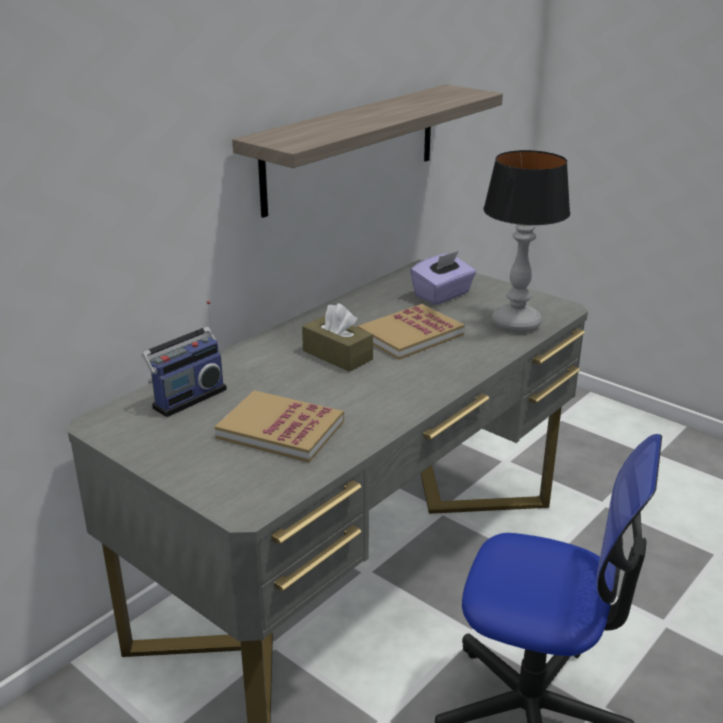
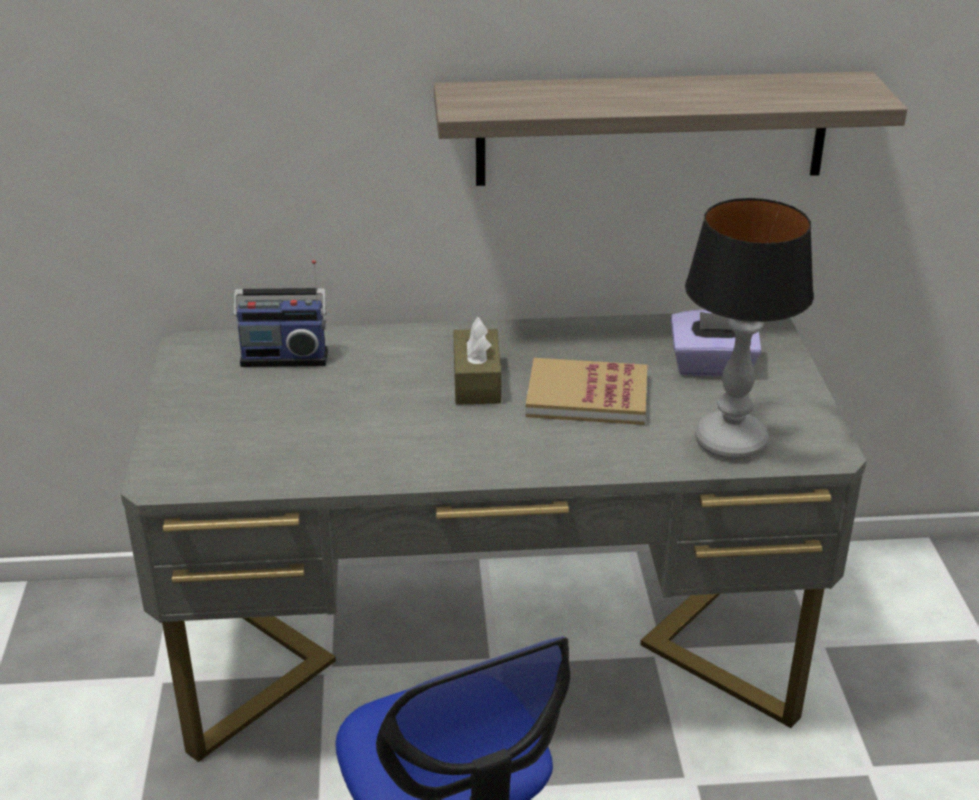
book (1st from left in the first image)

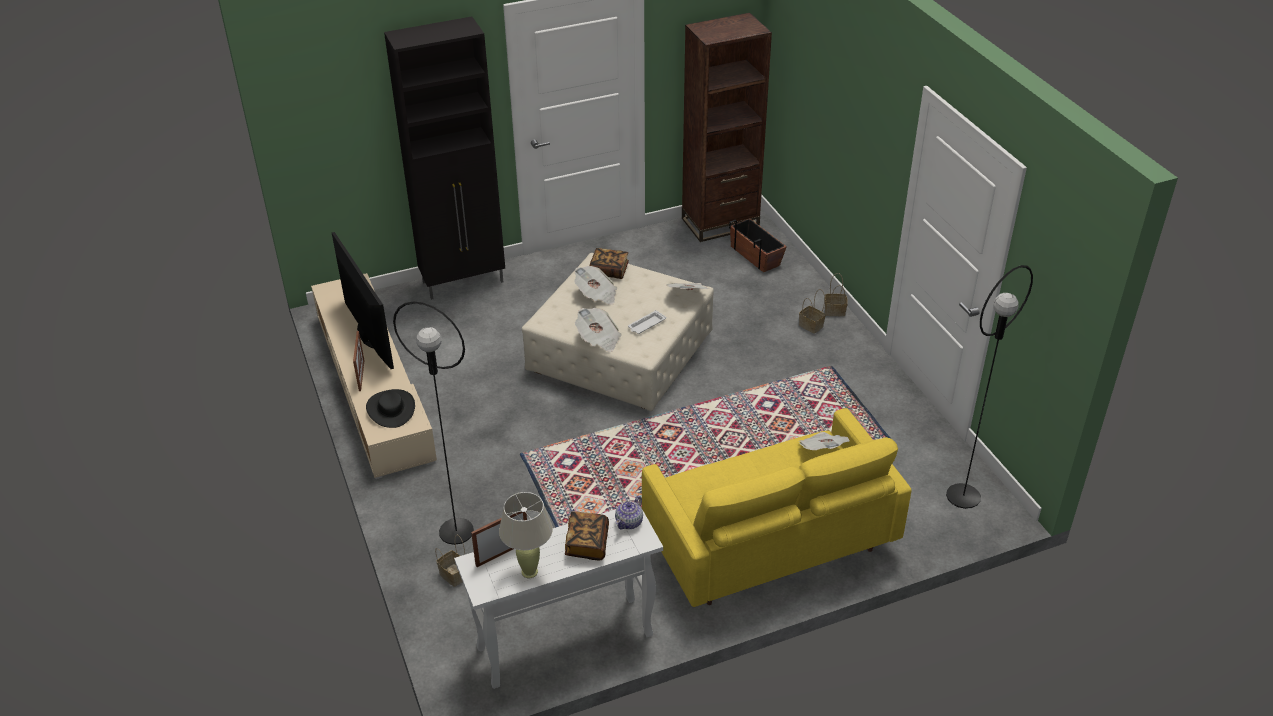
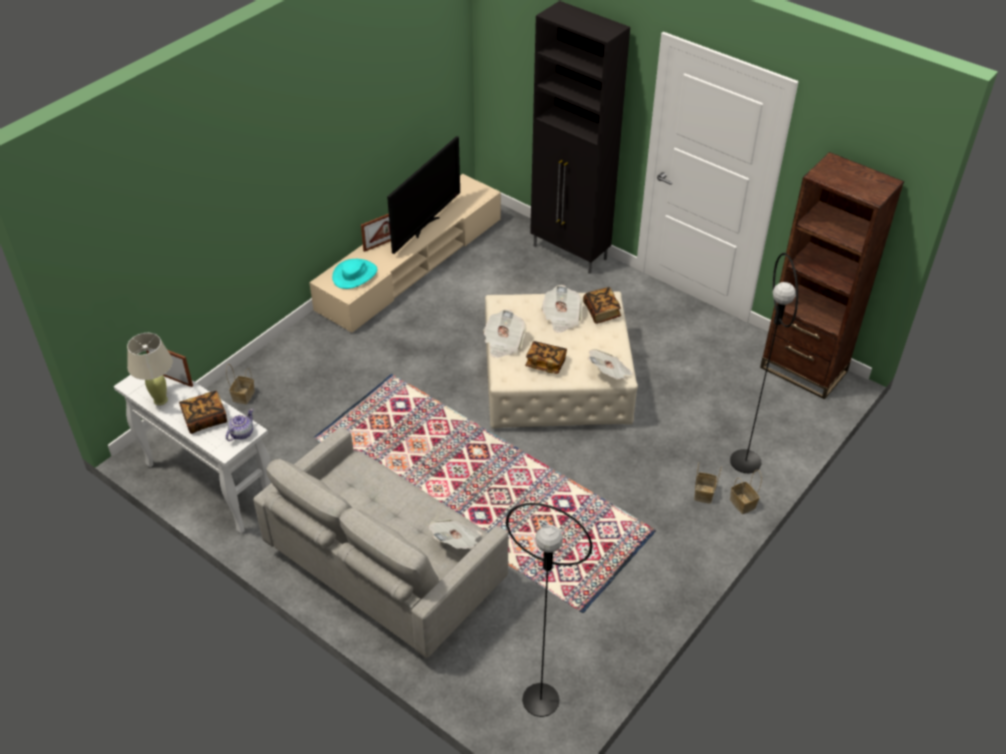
planter; black floor lamp (2nd from left); book (2nd from left); turquoise hat; grey sofa; teapot

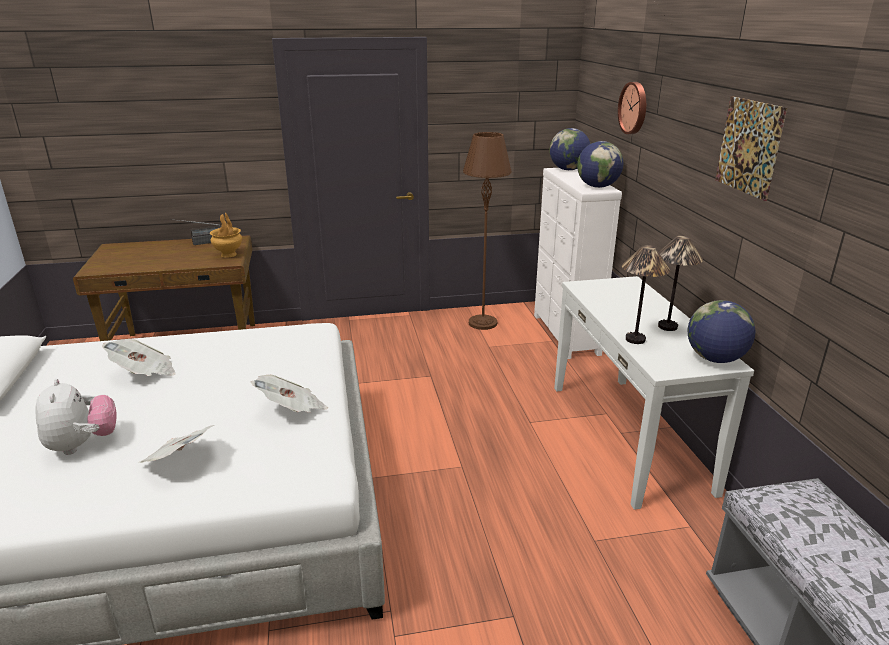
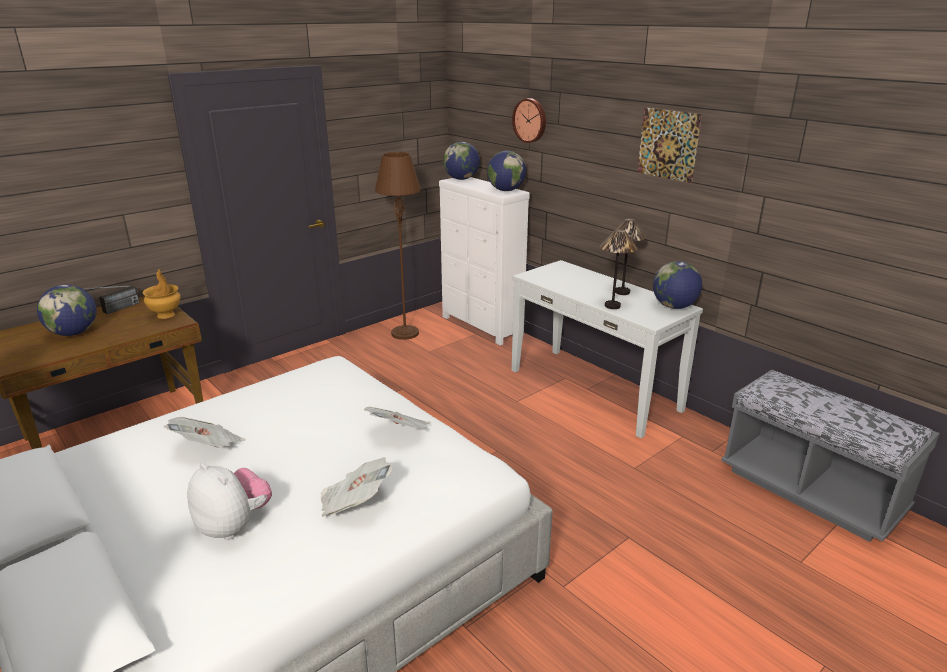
globe (1st from left)

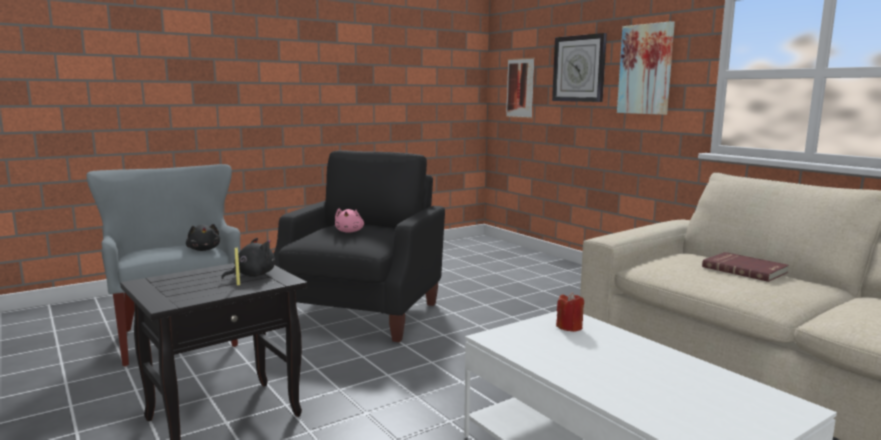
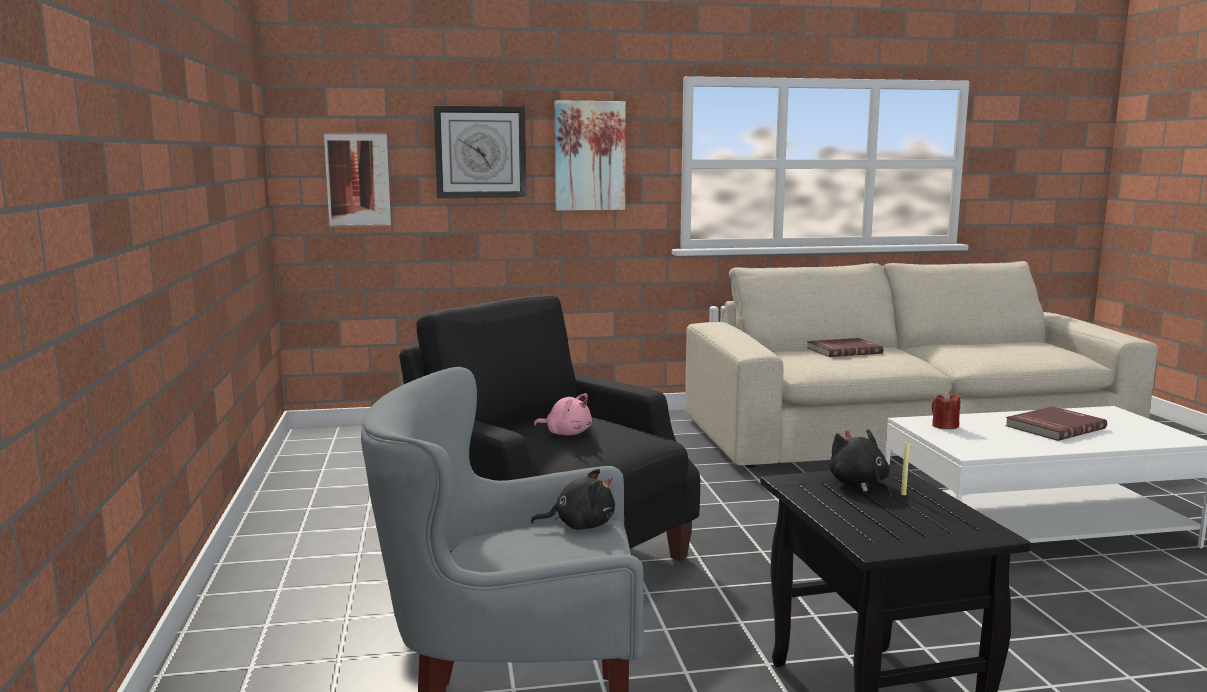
red book (2nd from left)

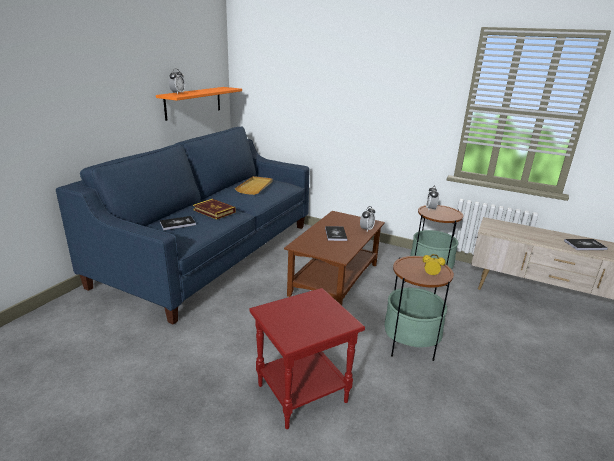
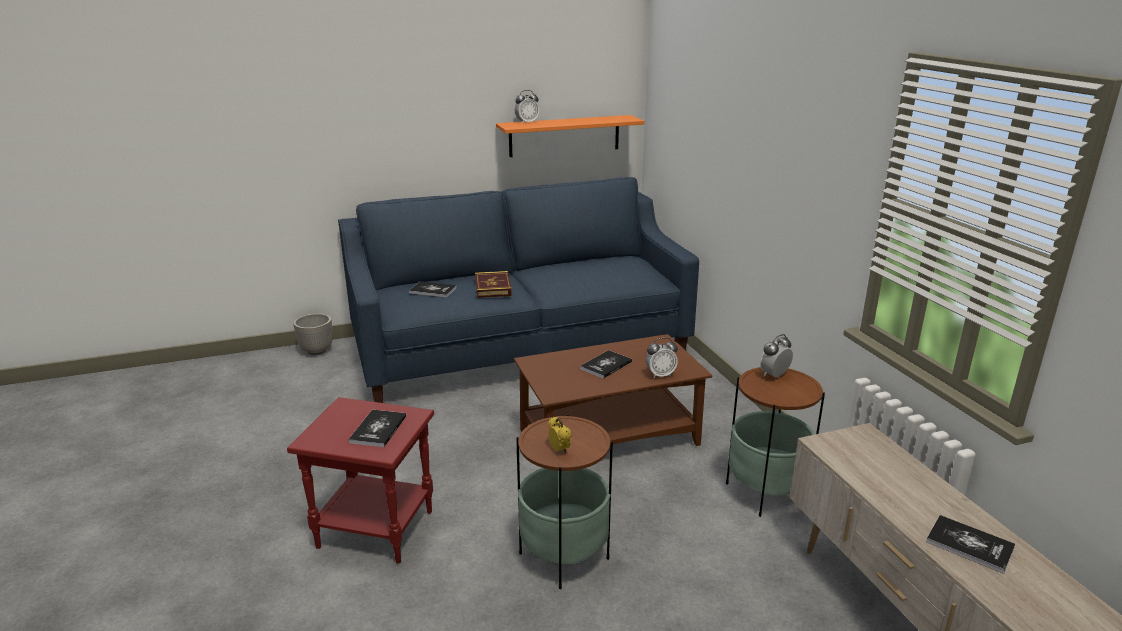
beige tray; planter; book (1st from left)

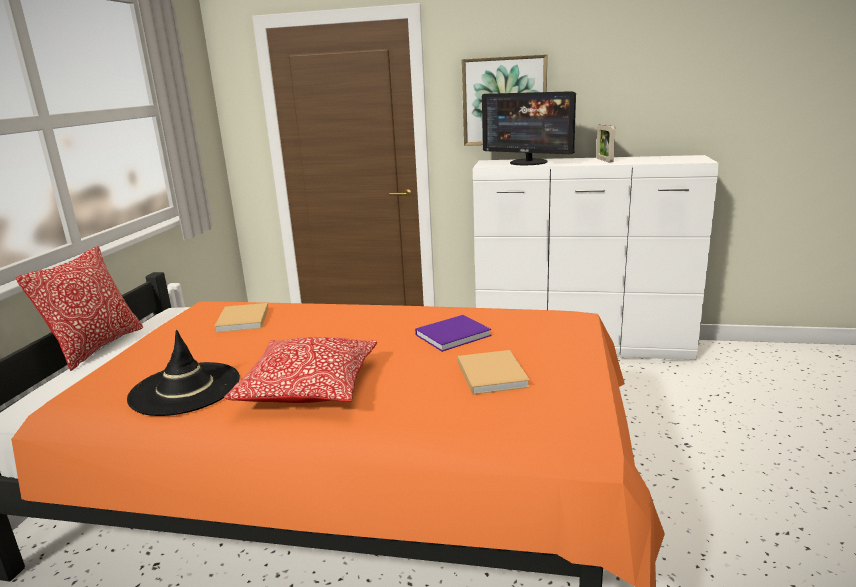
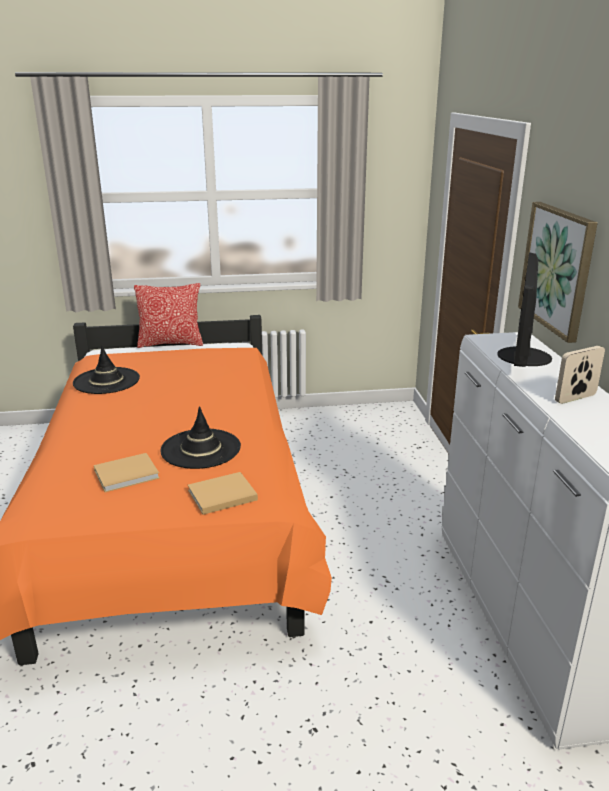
pillow (2nd from left in the first image); beige book (2nd from left); black hat (2nd from left)

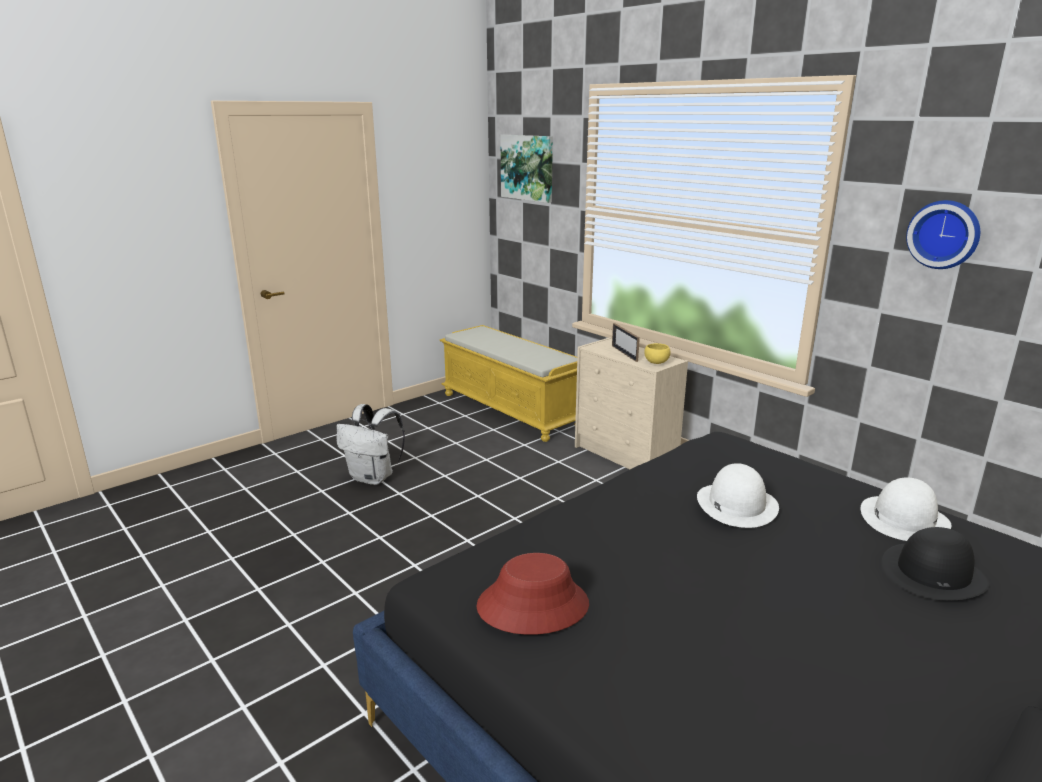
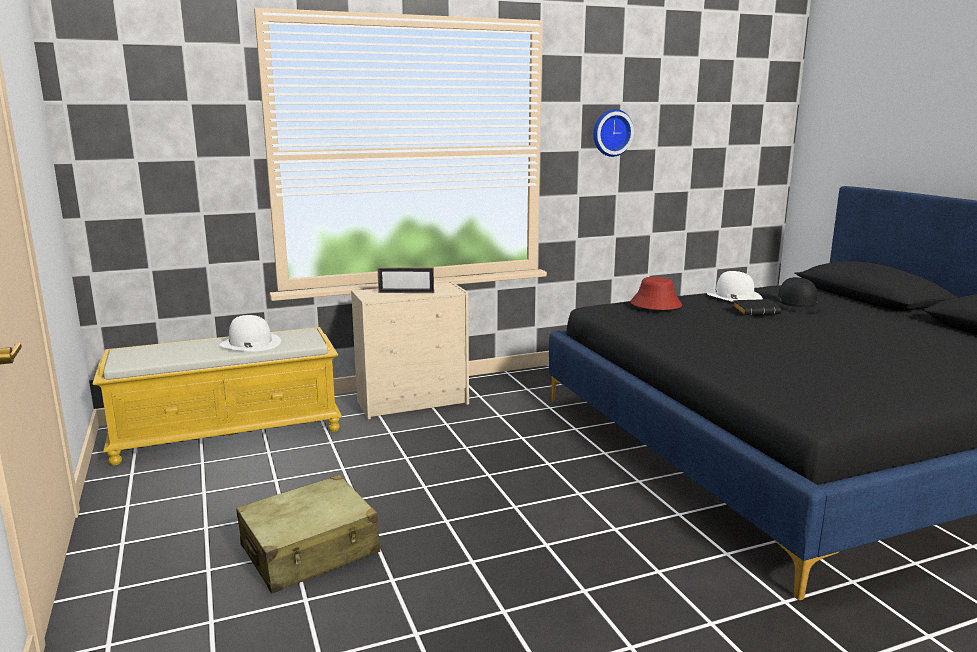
picture; yellow bowl; black book; red hat; white hat (1st from left); beige suitcase

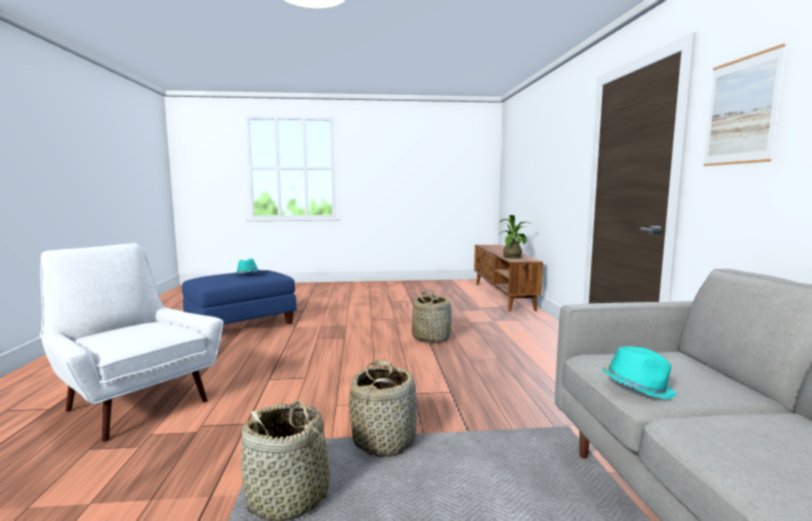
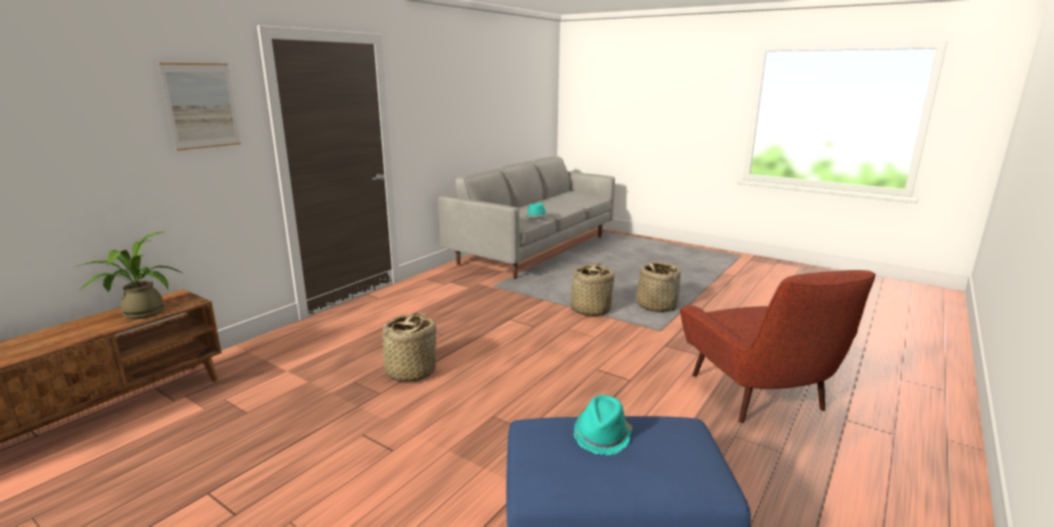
picture; red armchair

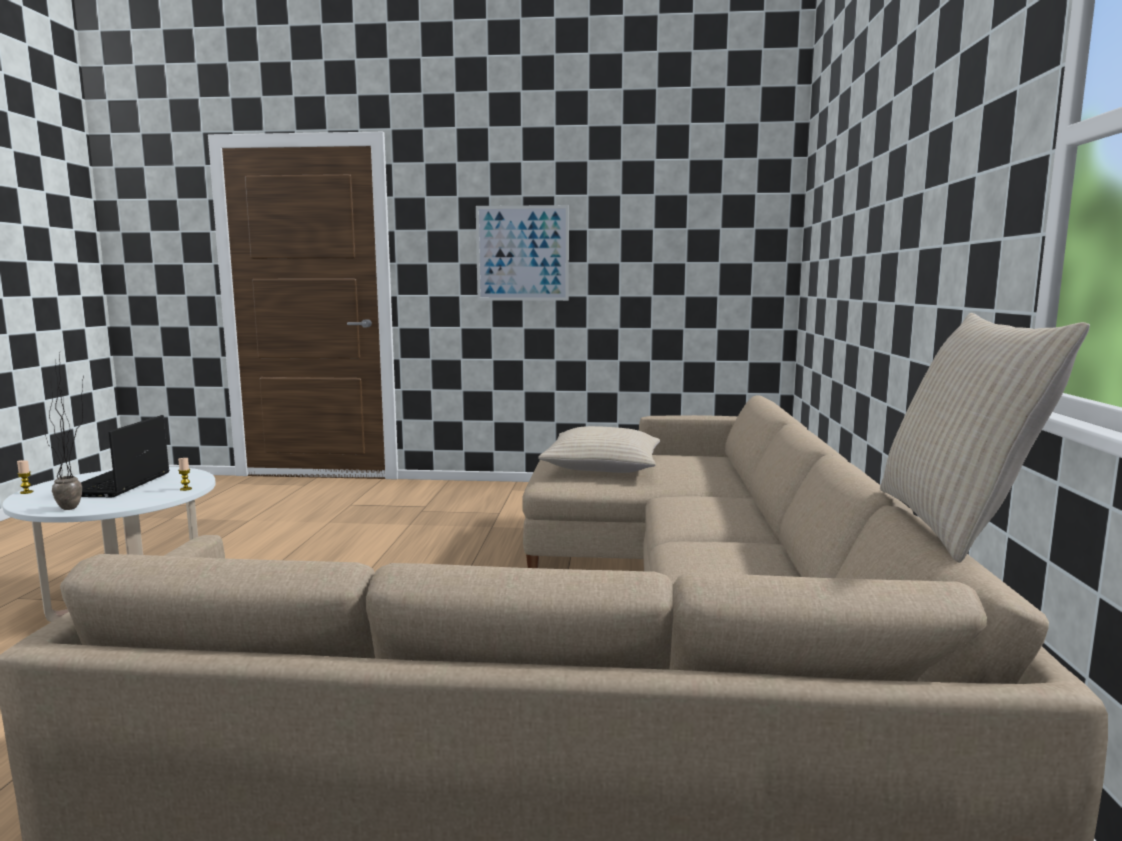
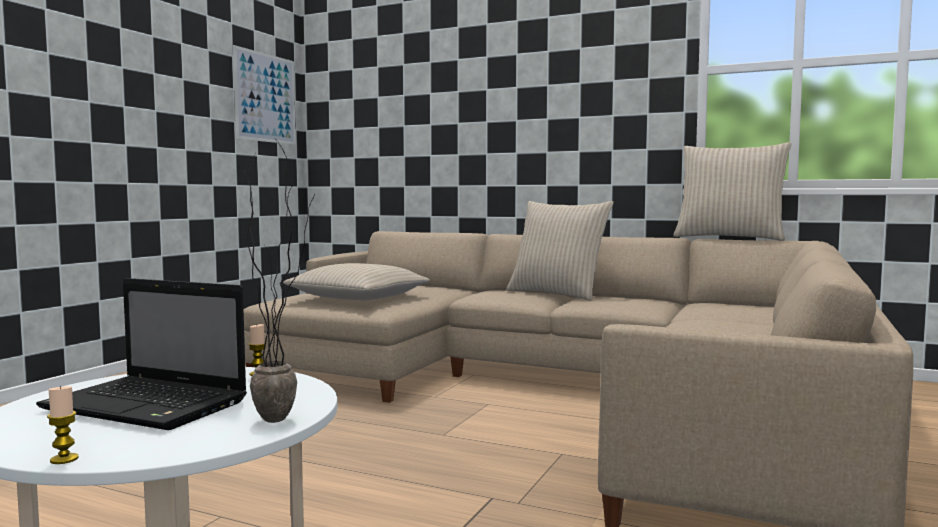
beige pillow (2nd from left); picture

